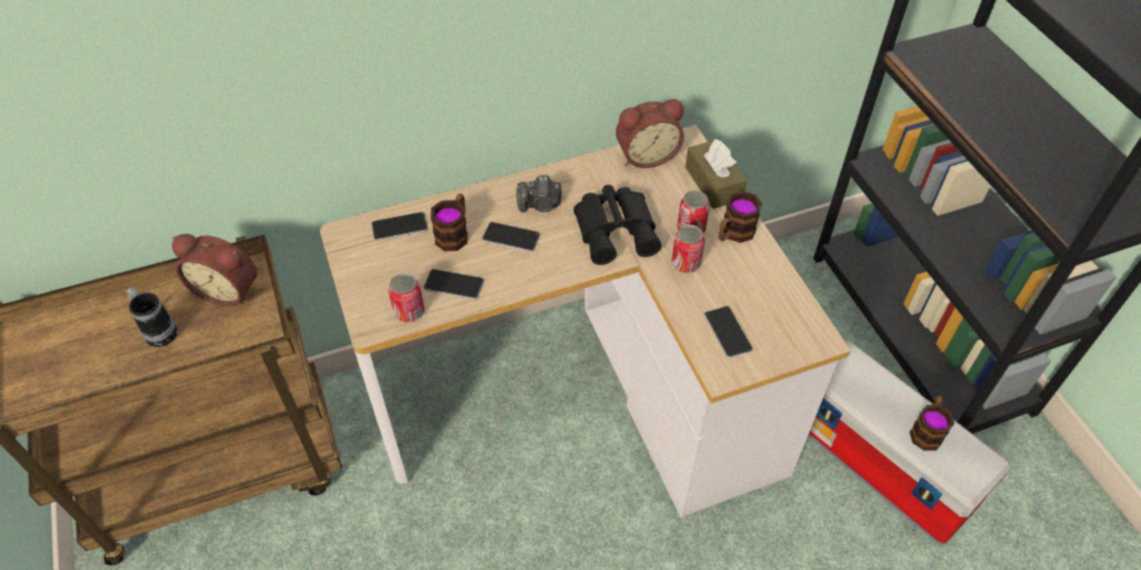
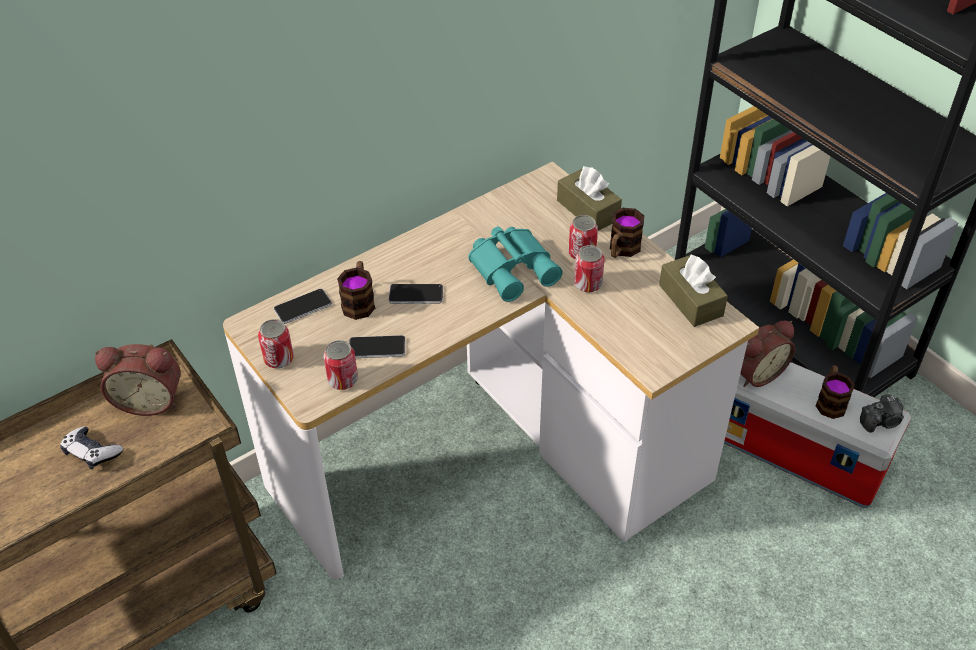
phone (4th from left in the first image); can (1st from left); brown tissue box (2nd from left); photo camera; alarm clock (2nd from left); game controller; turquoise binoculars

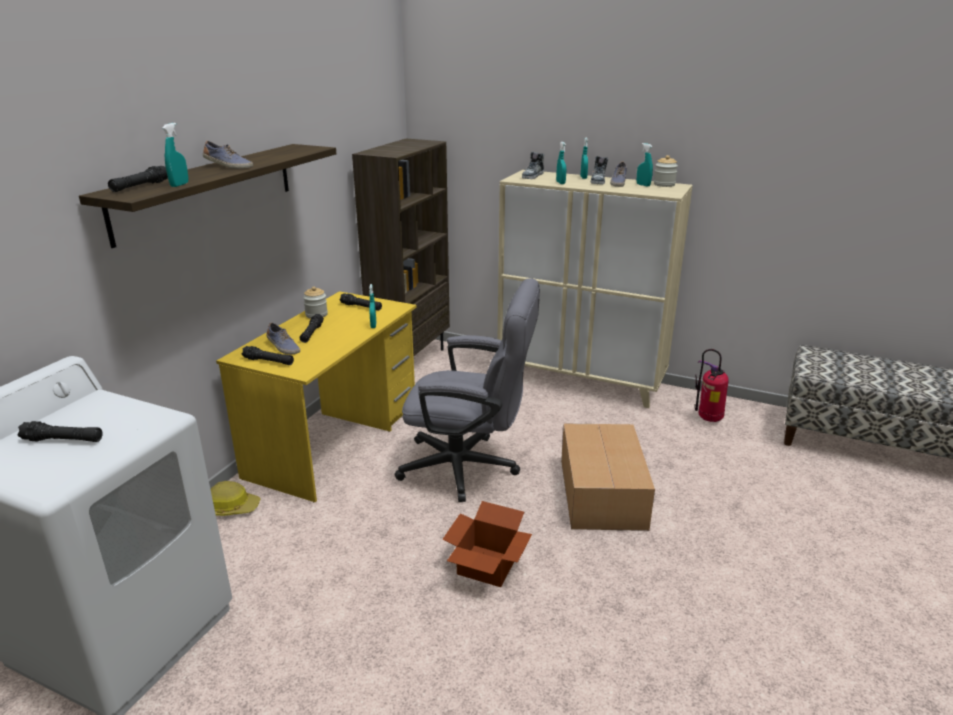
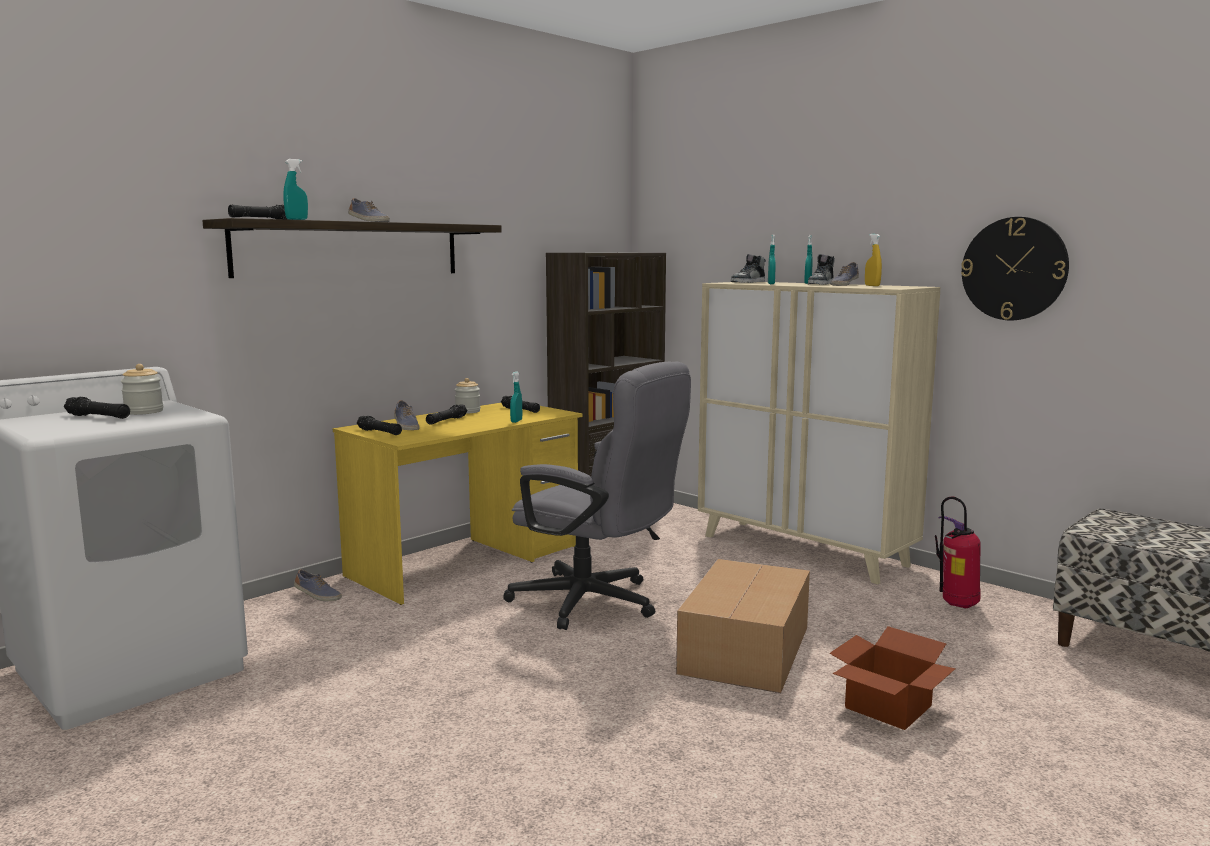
wall clock; cardboard box (2nd from left); jar (1st from left); shoe (1st from left); yellow spray bottle

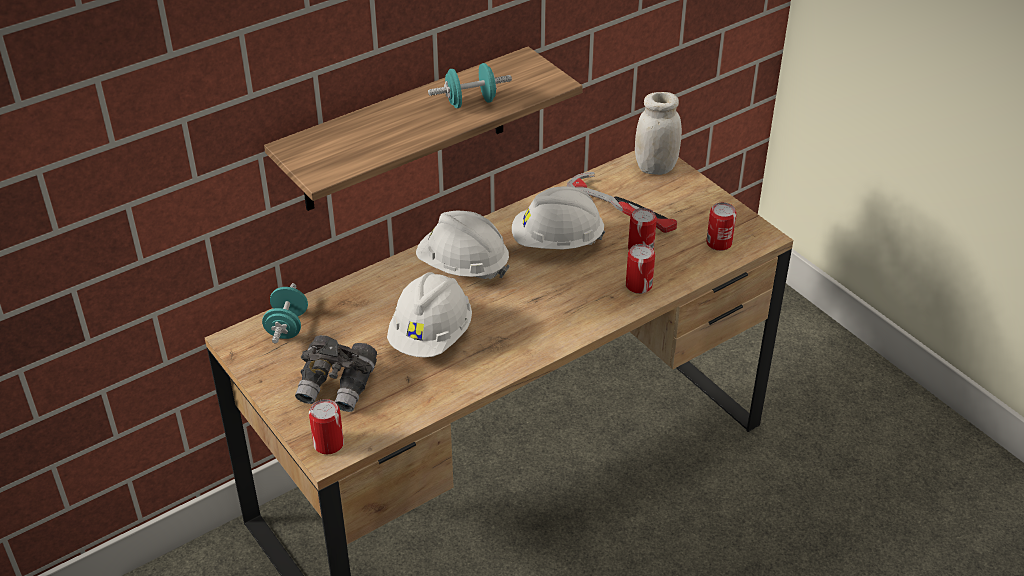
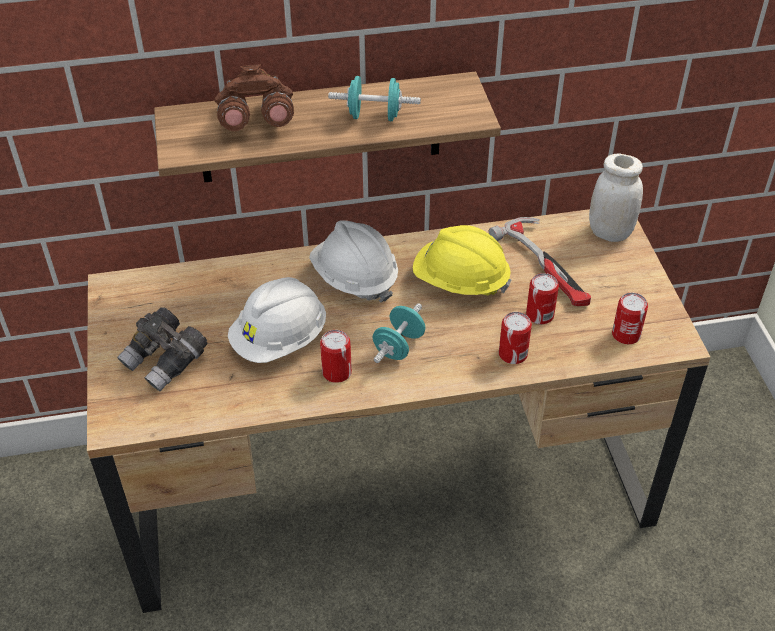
brown binoculars; turquoise dumbbell (2nd from left); can (1st from left); yellow hard hat

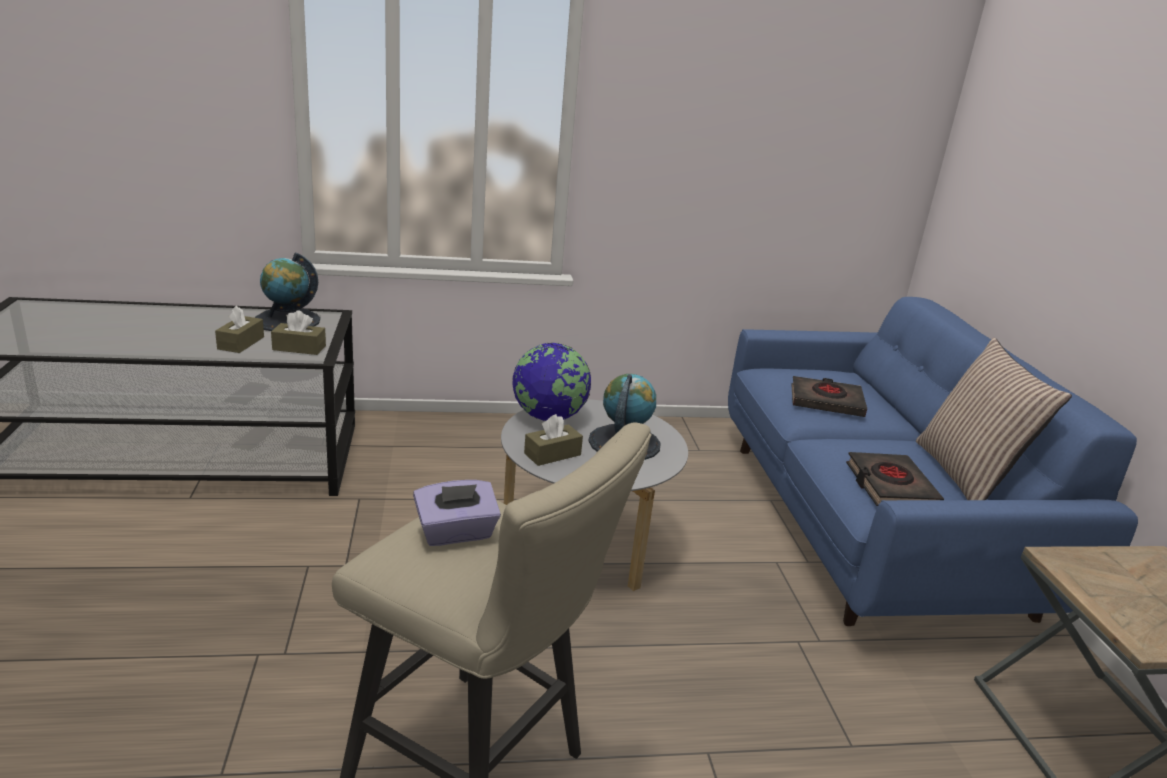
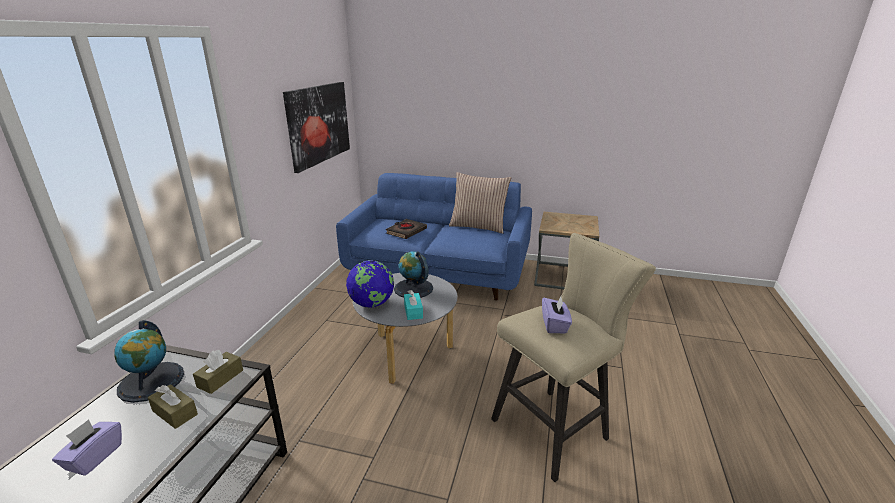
black book (2nd from left in the first image); purple tissue box (1st from left); picture; turquoise tissue box

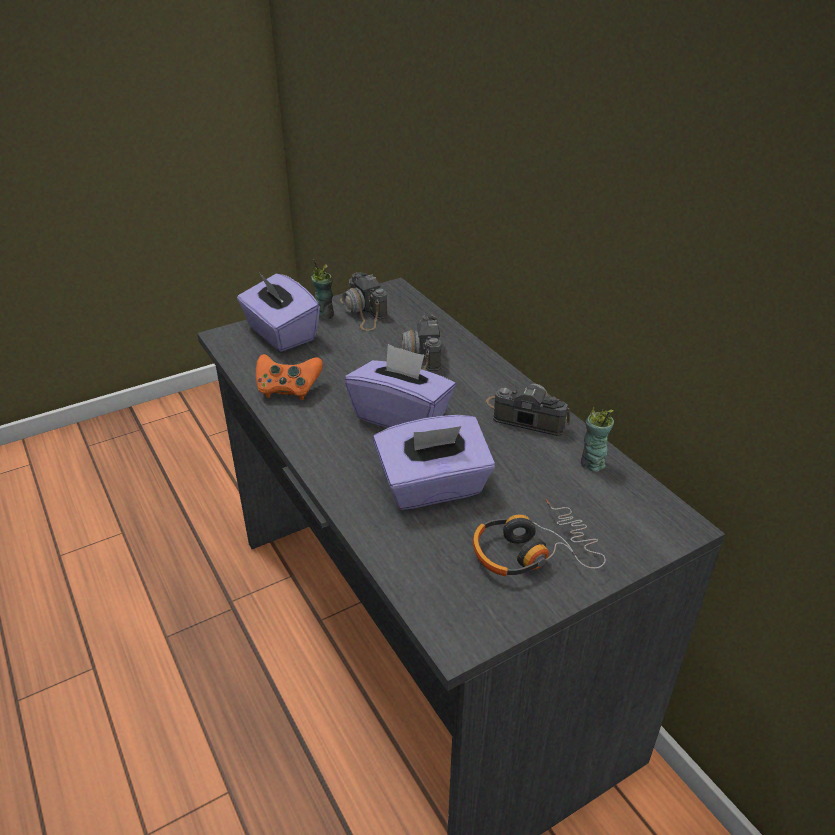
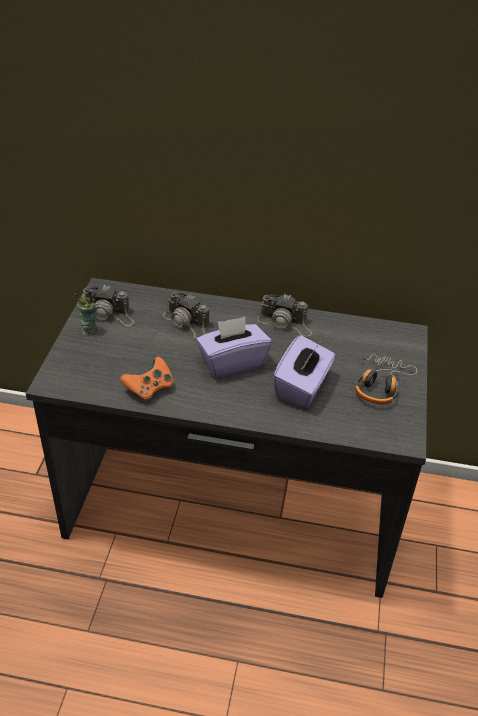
purple tissue box (1st from left in the first image); cup (2nd from left in the first image); photo camera (3rd from left)

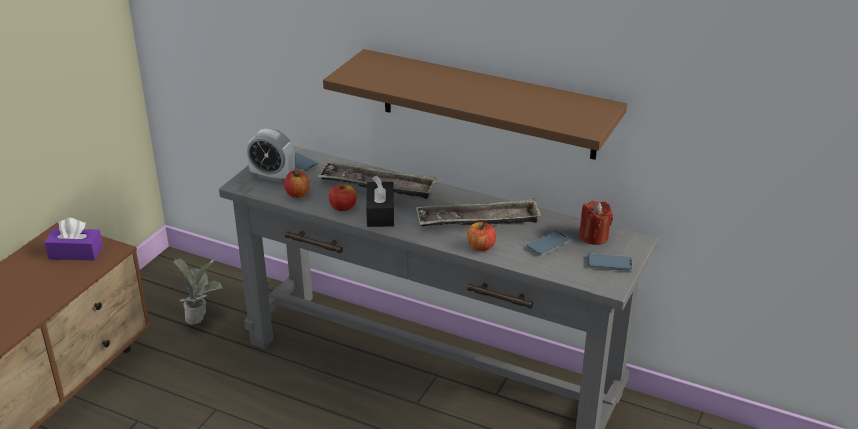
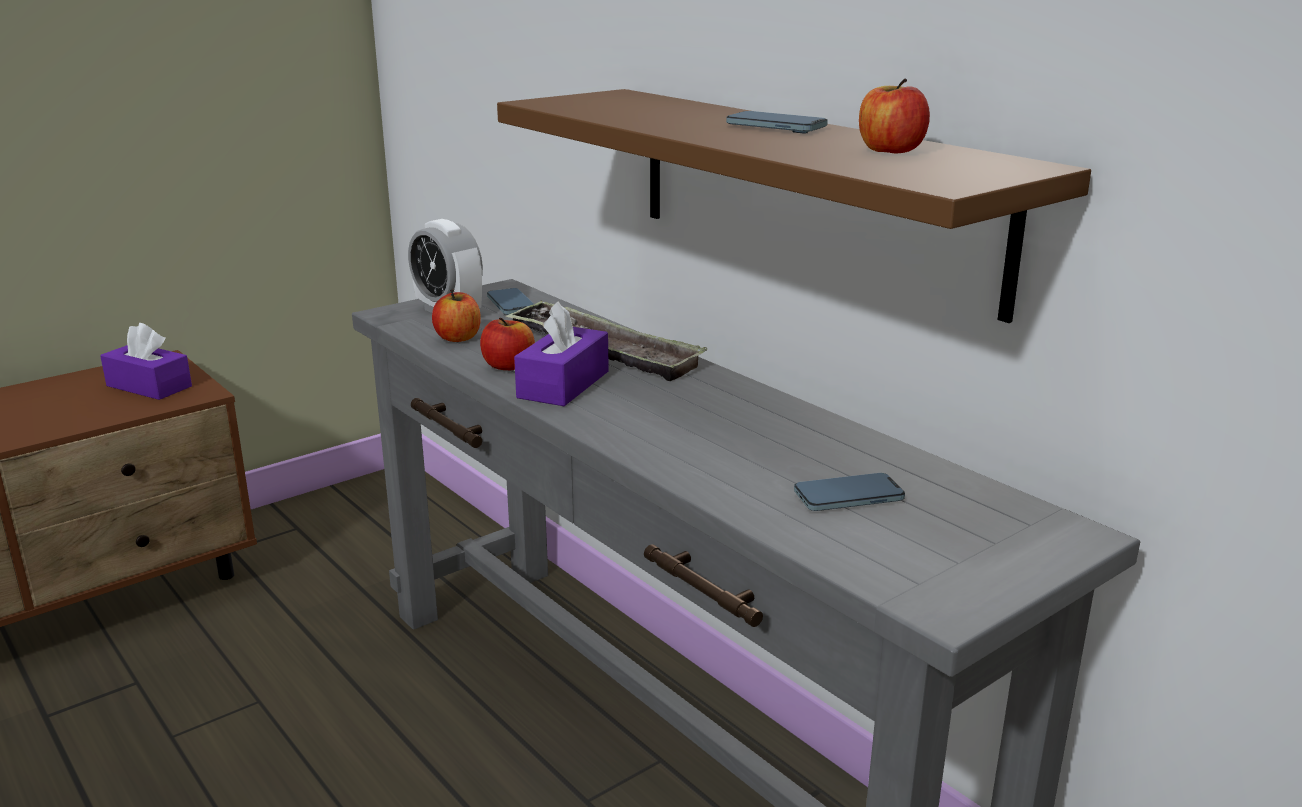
potted plant; tray (2nd from left in the first image); red candle; apple (3rd from left); phone (2nd from left); purple tissue box (2nd from left)

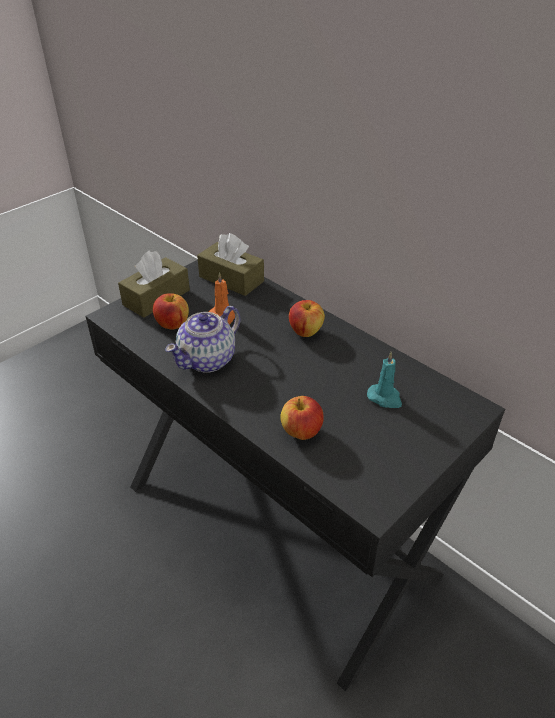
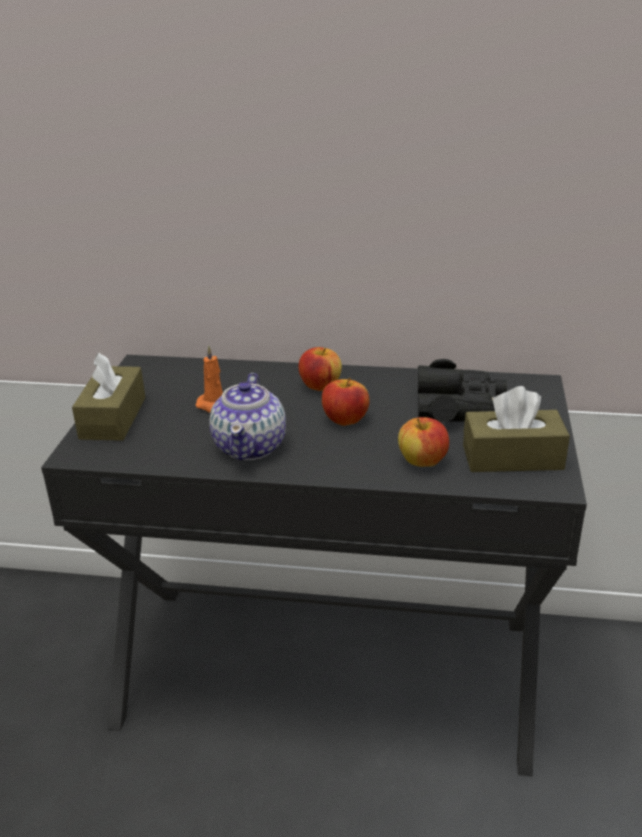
apple (2nd from left); brown tissue box (2nd from left); black binoculars

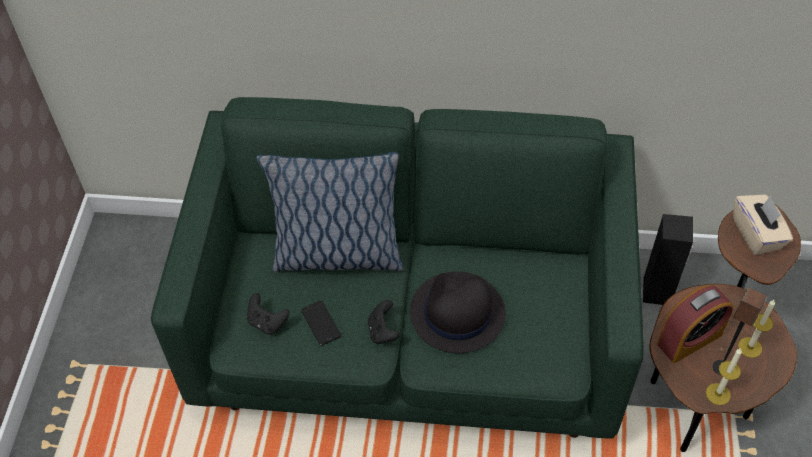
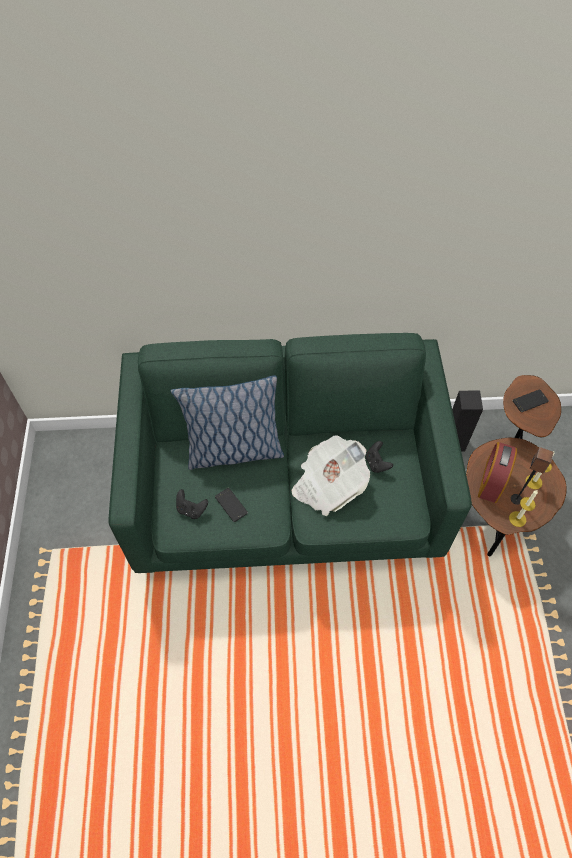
black game controller (2nd from left); newspaper; phone (2nd from left); alarm clock

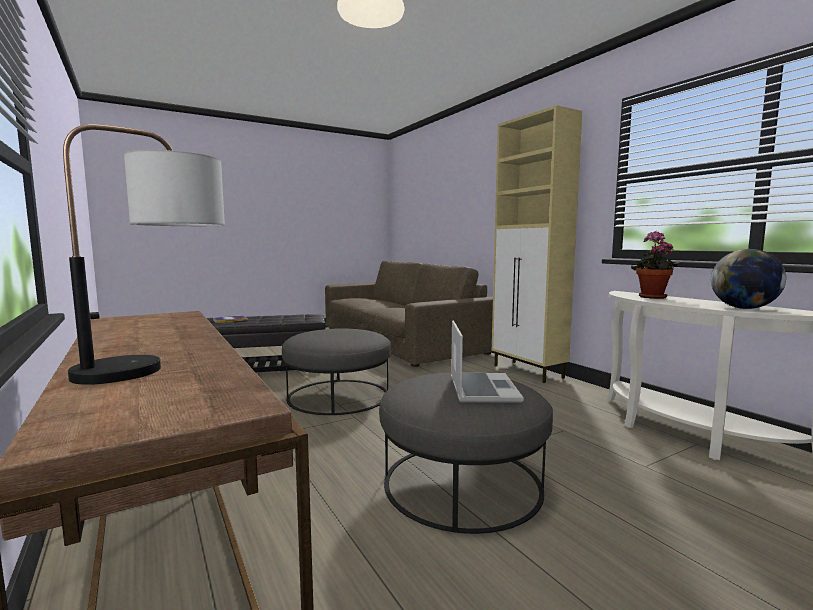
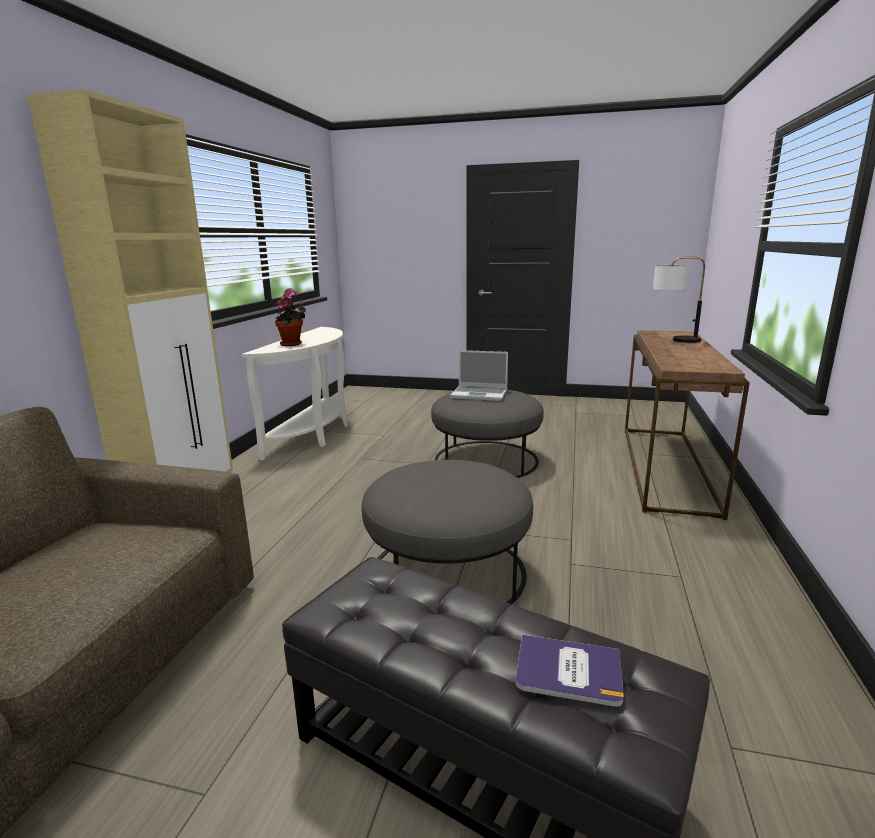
globe; laptop

